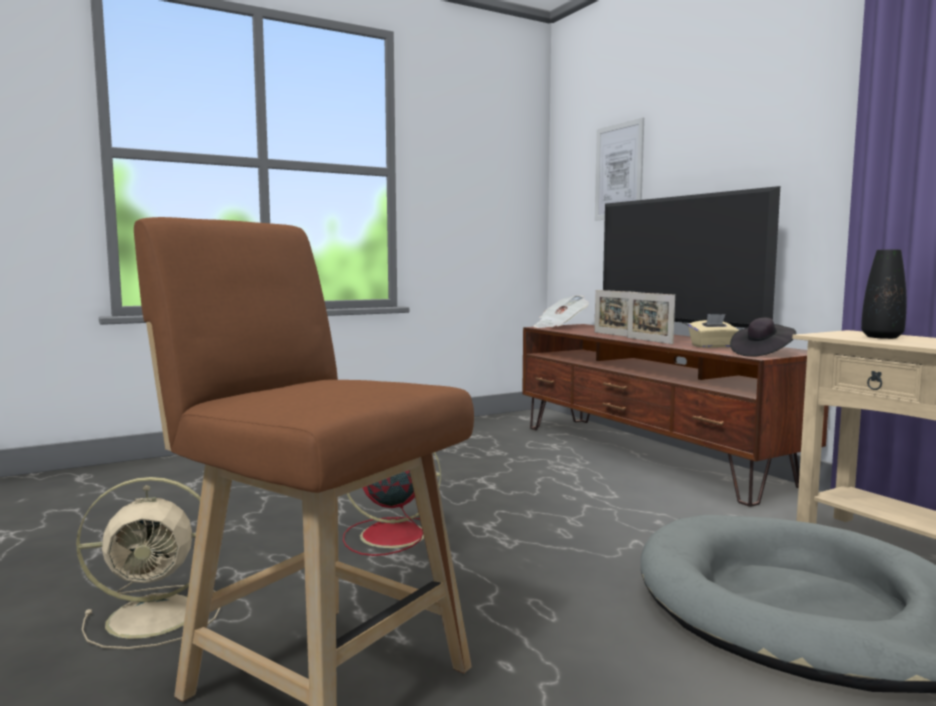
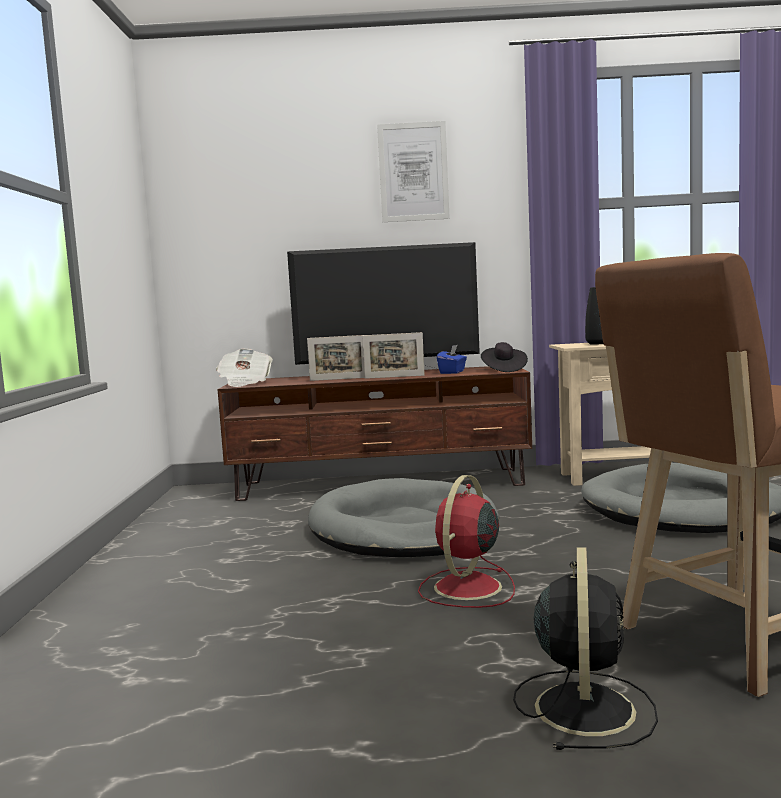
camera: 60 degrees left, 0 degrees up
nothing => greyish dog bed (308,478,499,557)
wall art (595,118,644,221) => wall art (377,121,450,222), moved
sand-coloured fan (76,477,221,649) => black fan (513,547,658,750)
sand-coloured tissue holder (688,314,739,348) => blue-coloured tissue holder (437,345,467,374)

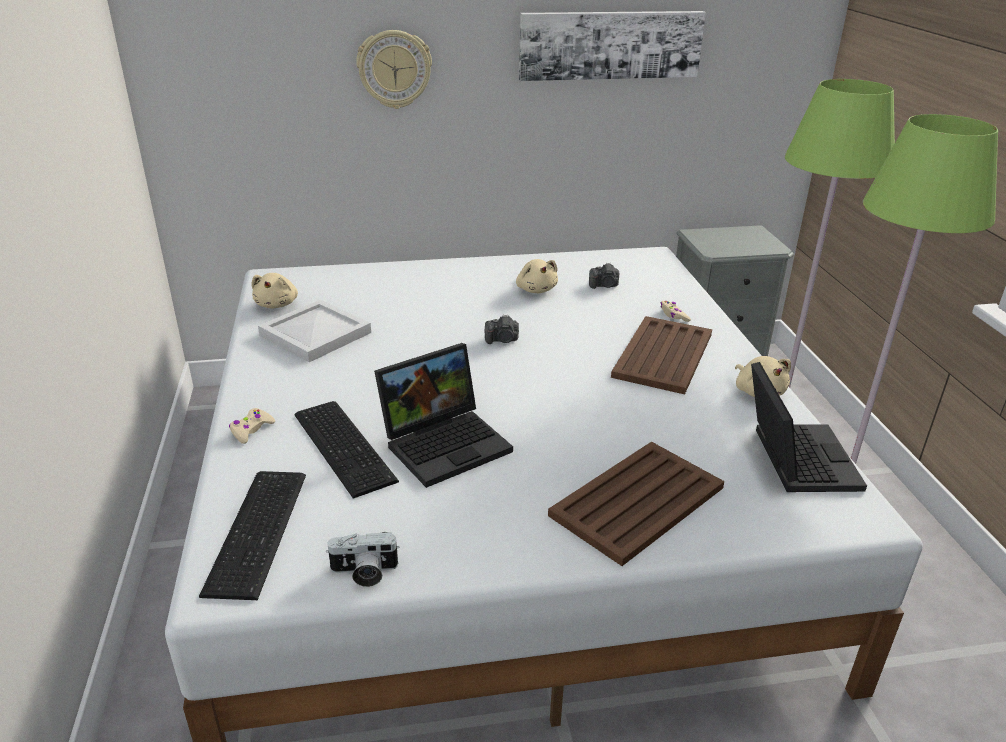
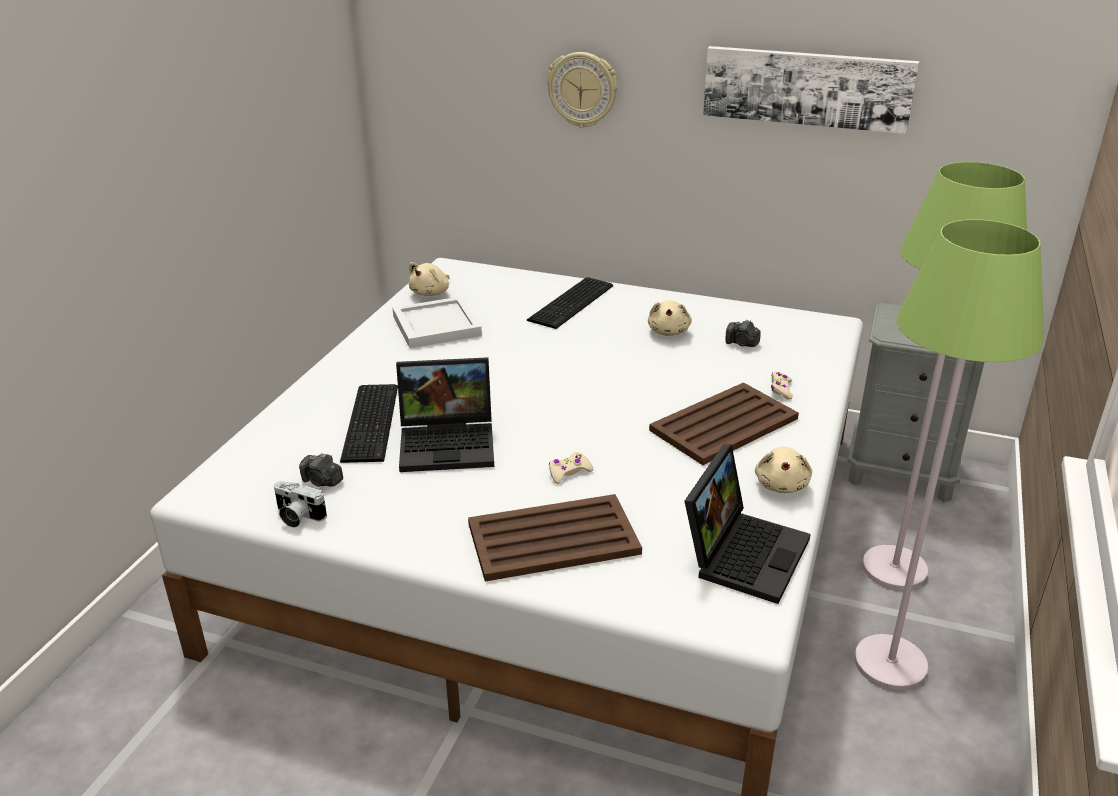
camera: 30 degrees right, 0 degrees up
computer keyboard (199,471,306,600) => computer keyboard (527,277,613,329), moved
sand-coloured joypad (229,408,275,444) => sand-coloured joypad (549,452,593,484), moved
still camera (485,315,519,344) => still camera (299,453,343,487), moved

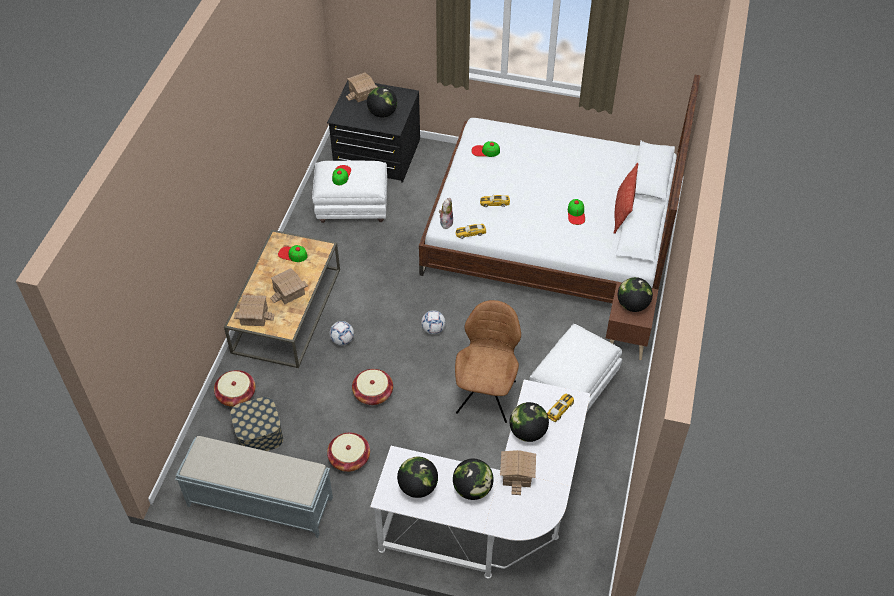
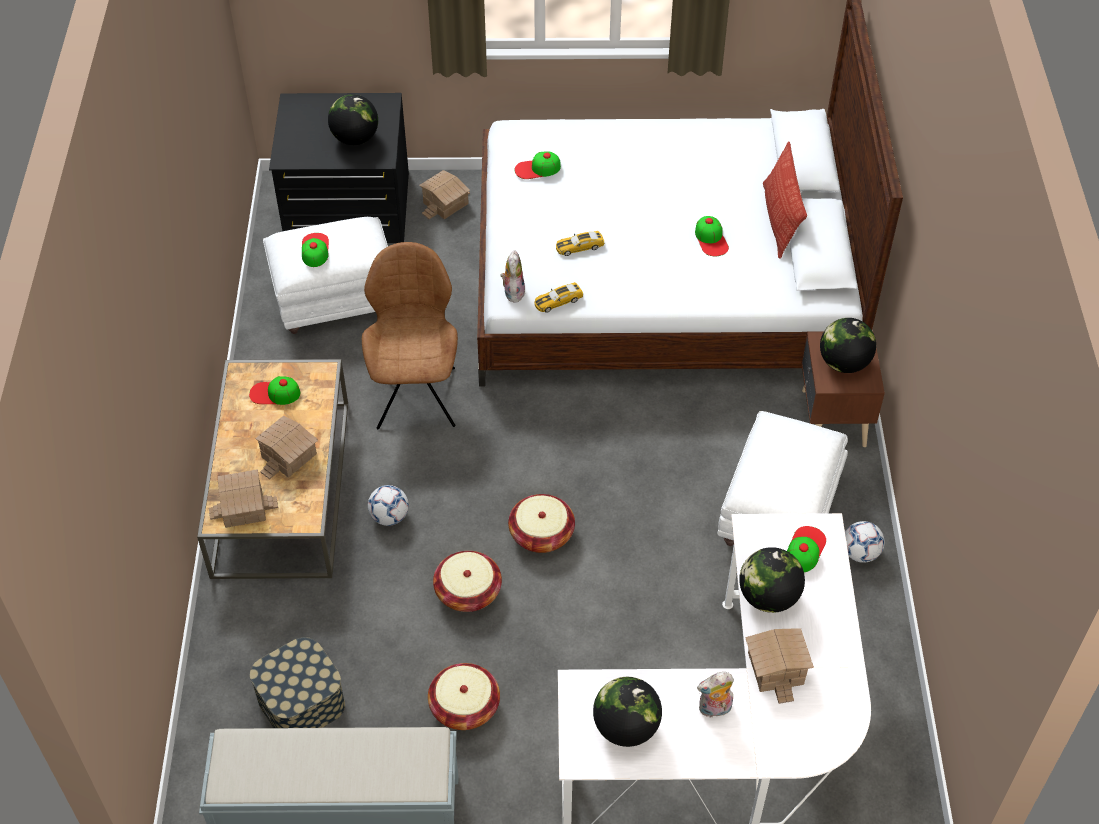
camera: 15 degrees left, 0 degrees up
storage basket (214,370,256,407) => storage basket (508,494,575,553), moved
toy house (346,72,378,102) => toy house (419,170,470,219), moved
football (421,310,446,334) => football (845,521,885,563), moved
brown chair (455,300,521,423) => brown chair (362,242,458,430), moved
globe (453,459,494,500) => plush toy (697,672,734,718)
model car (547,394,574,422) => peaked cap (787,526,826,572)

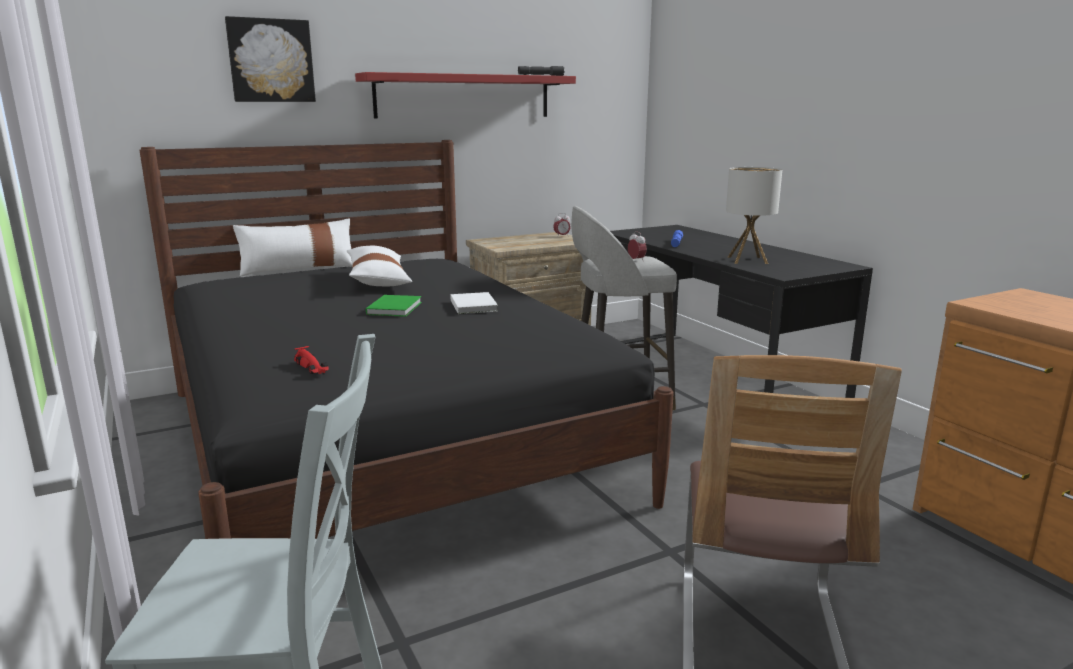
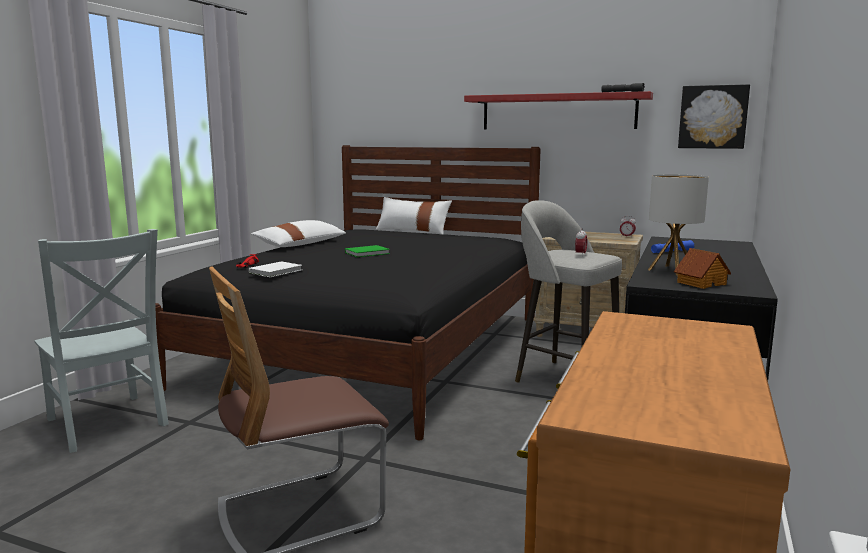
camera: 50 degrees right, 5 degrees down
nothing => toy house (674,248,731,289)
wall art (225,16,316,102) => wall art (678,84,750,149), moved
white pillow (347,246,412,286) => white pillow (251,220,346,247), moved
white bound book (451,292,498,314) => white bound book (249,261,302,277), moved

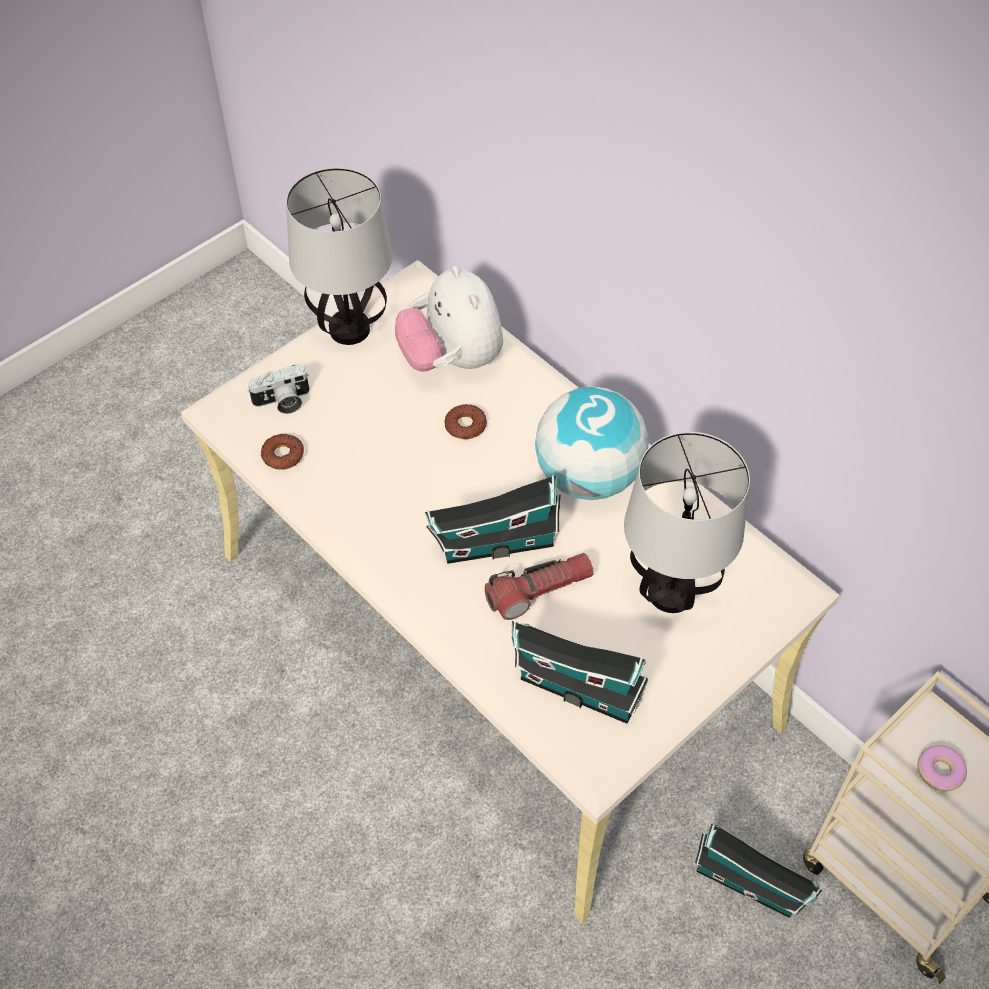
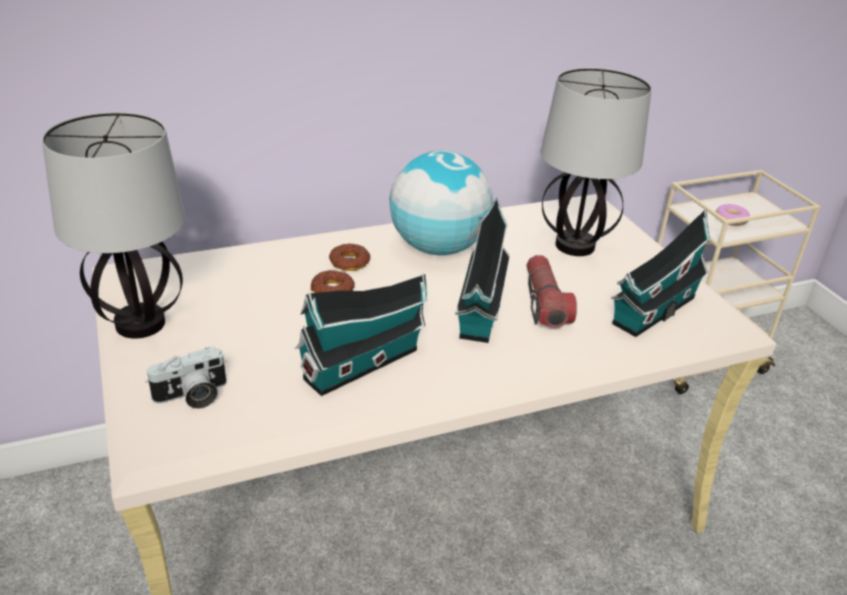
camera: 70 degrees left, 20 degrees down
plush toy (395,266,503,372) => nothing
donut (260,433,304,470) => donut (329,244,370,271), moved
toy house (695,824,822,918) => toy house (295,273,427,396), moved
still camera (247,364,309,414) => still camera (146,346,227,409), 60 degrees clockwise

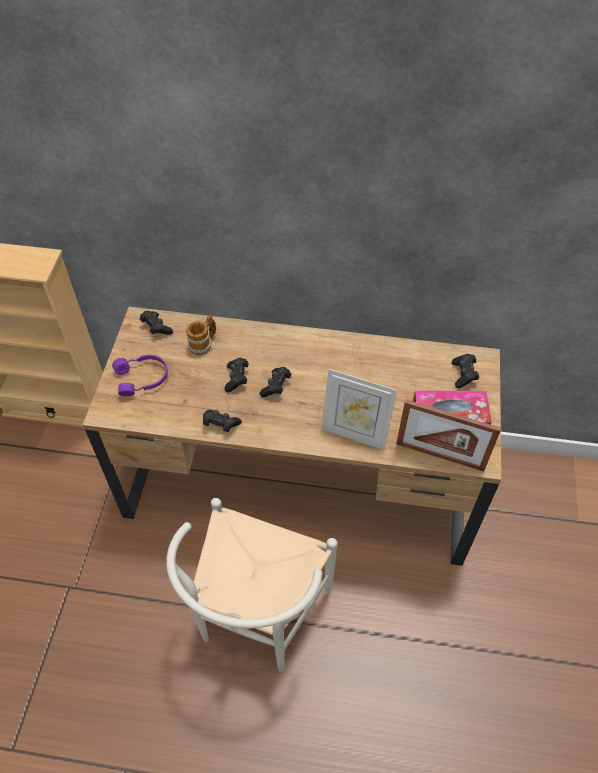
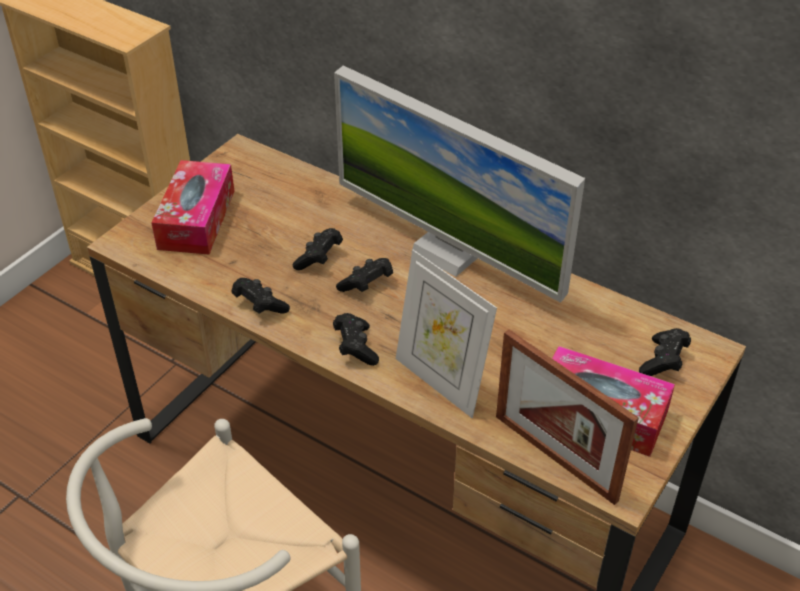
camera: 25 degrees right, 10 degrees down
mug (186,315,216,355) => nothing
nothing => computer display (334,65,585,303)
black joypad (140,311,173,335) => black joypad (333,313,379,366), moved
purplish pair of headphones (112,355,168,396) => tissue holder (151,160,234,255)

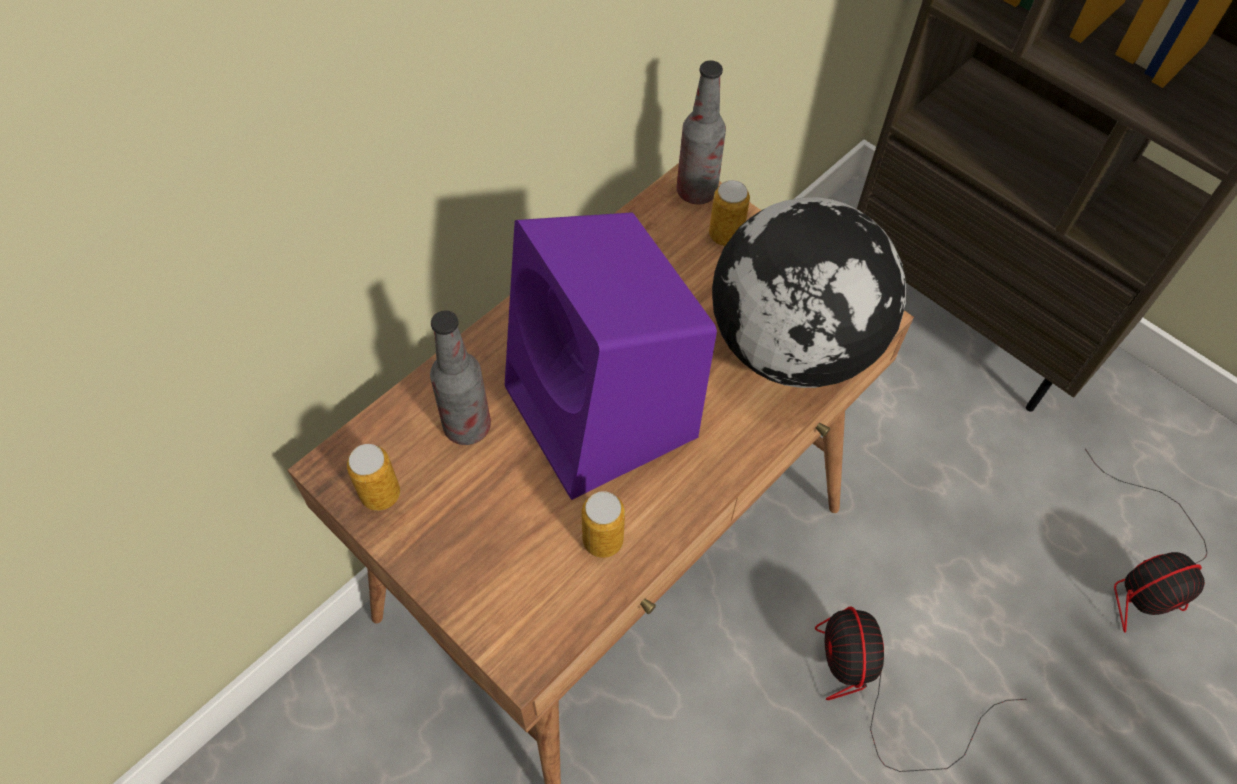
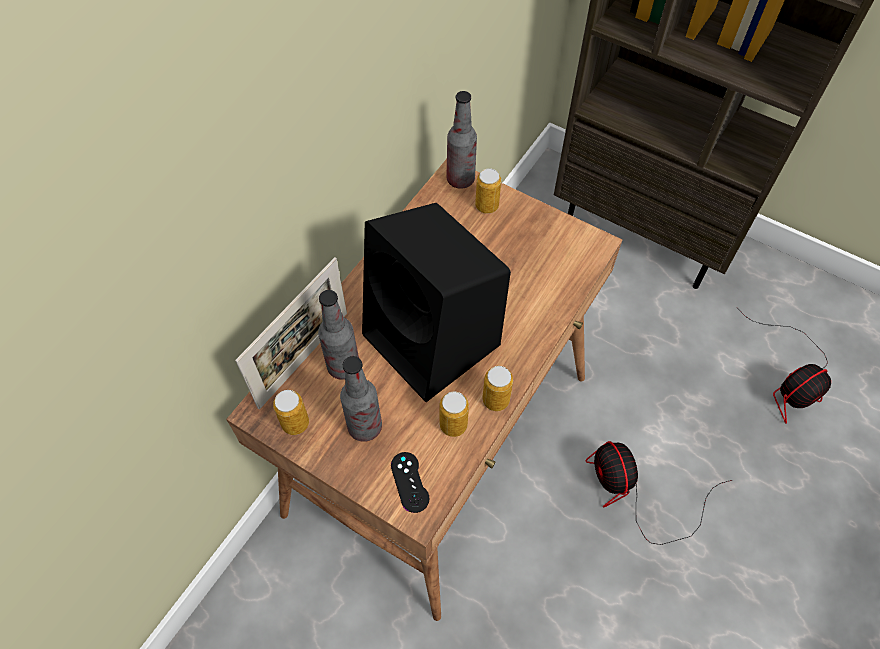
camera: 10 degrees left, 0 degrees up
globe (712,197,906,388) => nothing
nothing => photo frame (235,257,347,409)
nothing => beverage bottle (340,356,382,442)
nothing => black joypad (391,452,429,513)
nothing => sealed can (482,366,513,411)
purplish speaker (505,212,717,500) => black speaker (362,203,511,402)

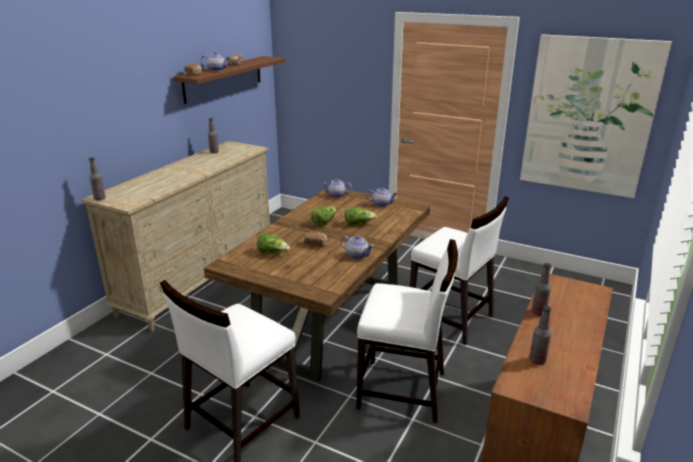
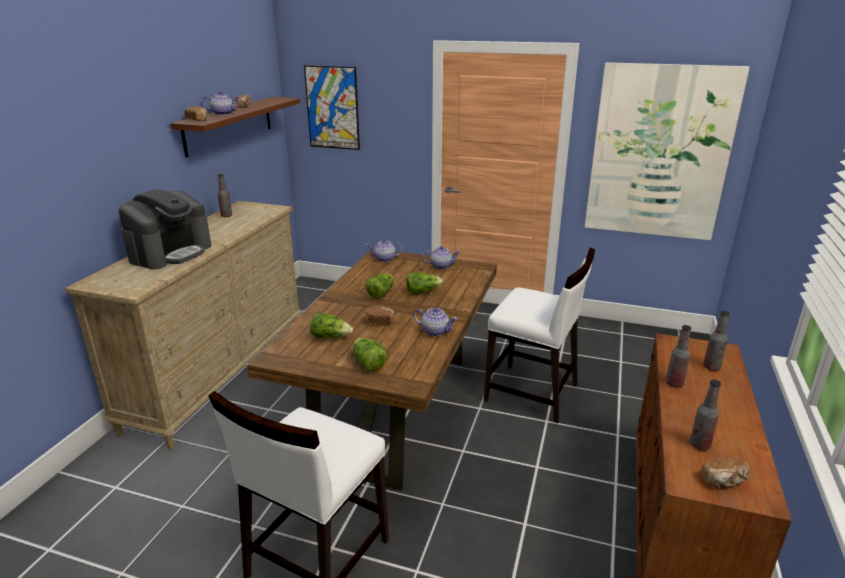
camera: 10 degrees left, 0 degrees up
white chair (356,239,458,423) => nothing
nothing => coffee machine (119,189,211,270)
nothing => wall art (304,65,360,150)
nothing => lettuce (353,338,387,371)
nothing => bread (701,456,750,488)
beverage bottle (89,158,106,201) => beverage bottle (703,311,730,371), moved

